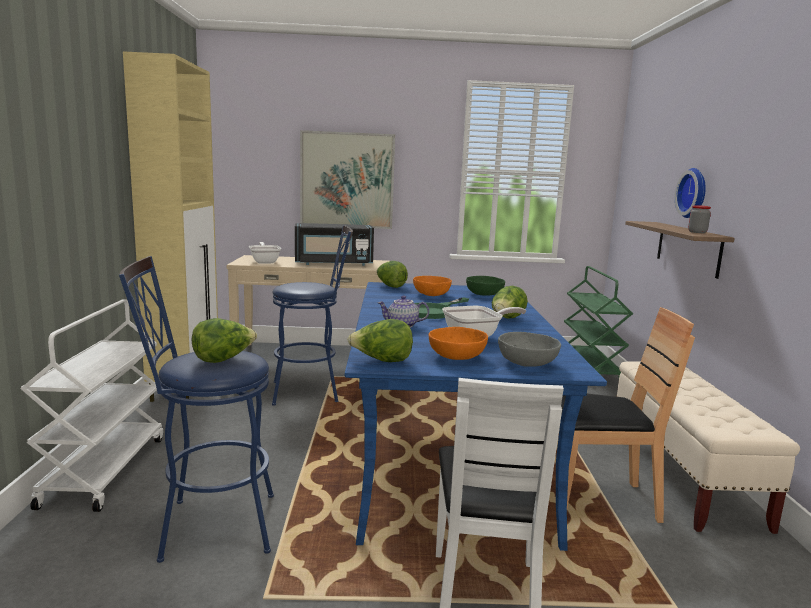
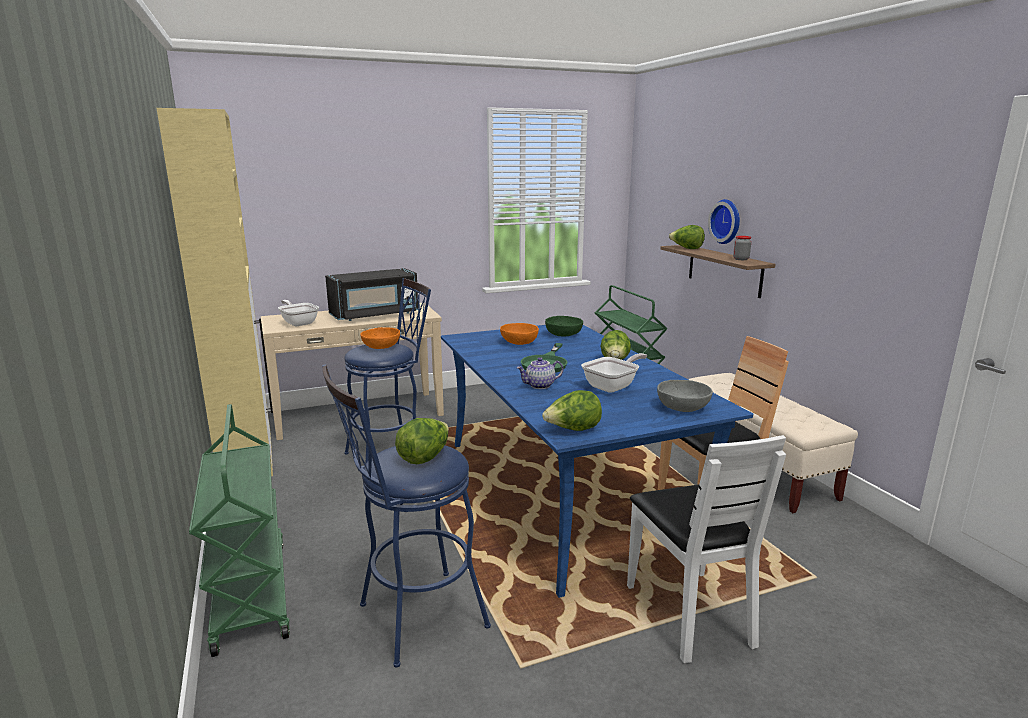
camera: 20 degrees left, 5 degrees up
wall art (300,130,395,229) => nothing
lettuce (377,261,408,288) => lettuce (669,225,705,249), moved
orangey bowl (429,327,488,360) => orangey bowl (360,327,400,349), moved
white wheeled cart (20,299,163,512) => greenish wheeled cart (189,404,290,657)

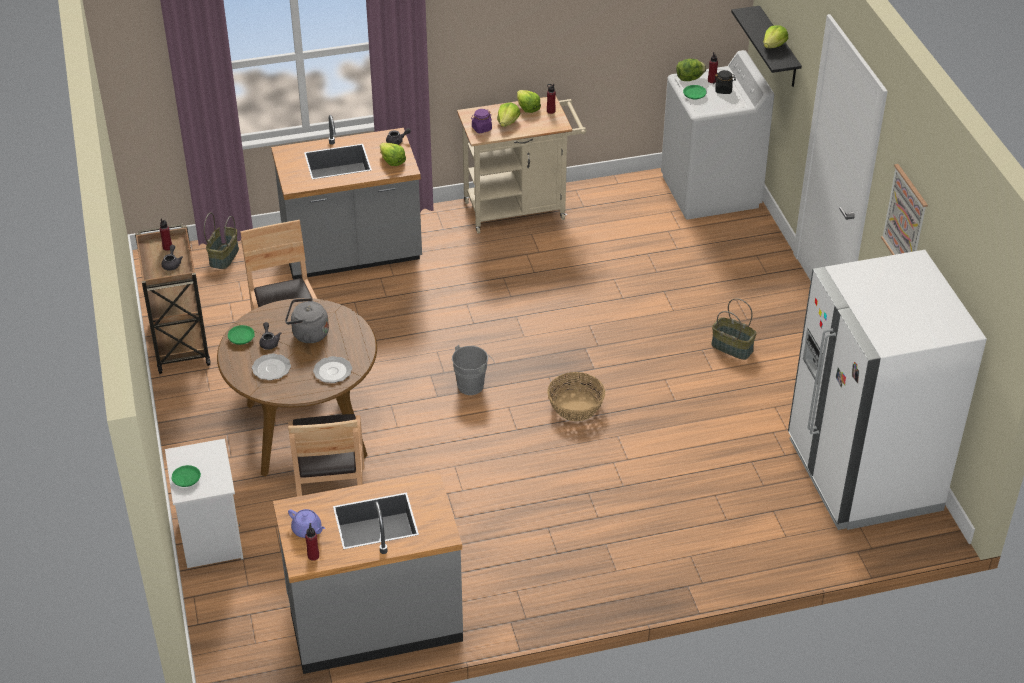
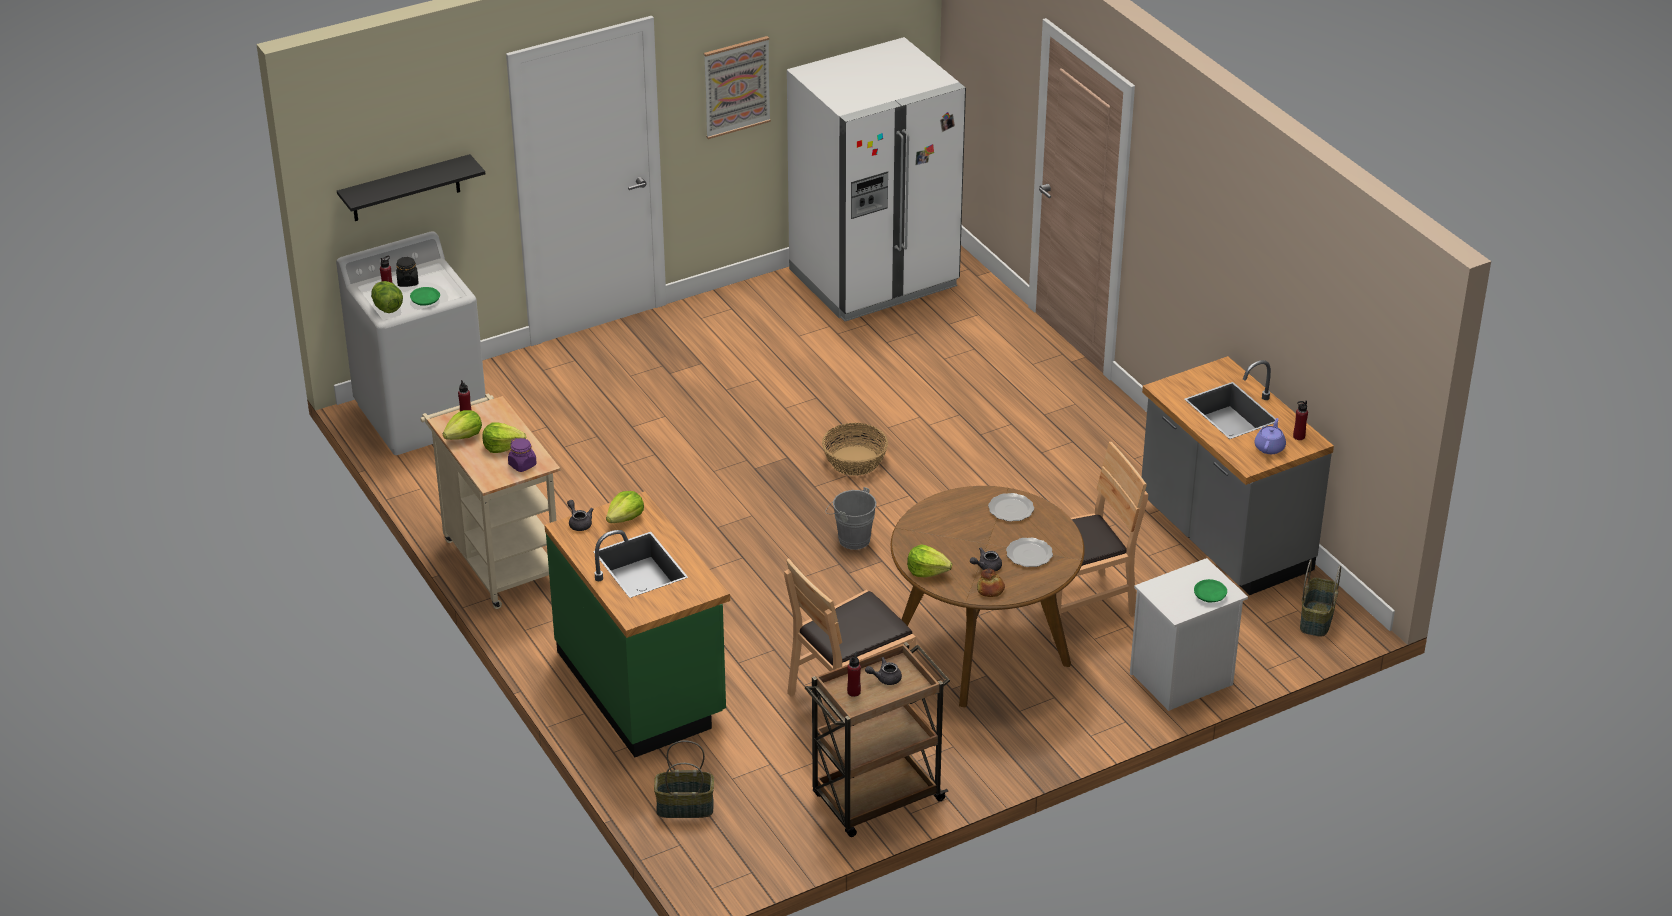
camera: 105 degrees left, 5 degrees down
greyish kettle (285,298,329,343) => nothing
storage basket (711,298,757,360) => storage basket (1300,559,1341,637), moved
lettuce (763,25,788,48) => lettuce (907,544,952,578), moved
greenish flat dish (228,325,255,345) => bread (977,568,1005,597)
greyish kitchen base unit (271,115,422,279) => greenish kitchen base unit (545,491,730,757)

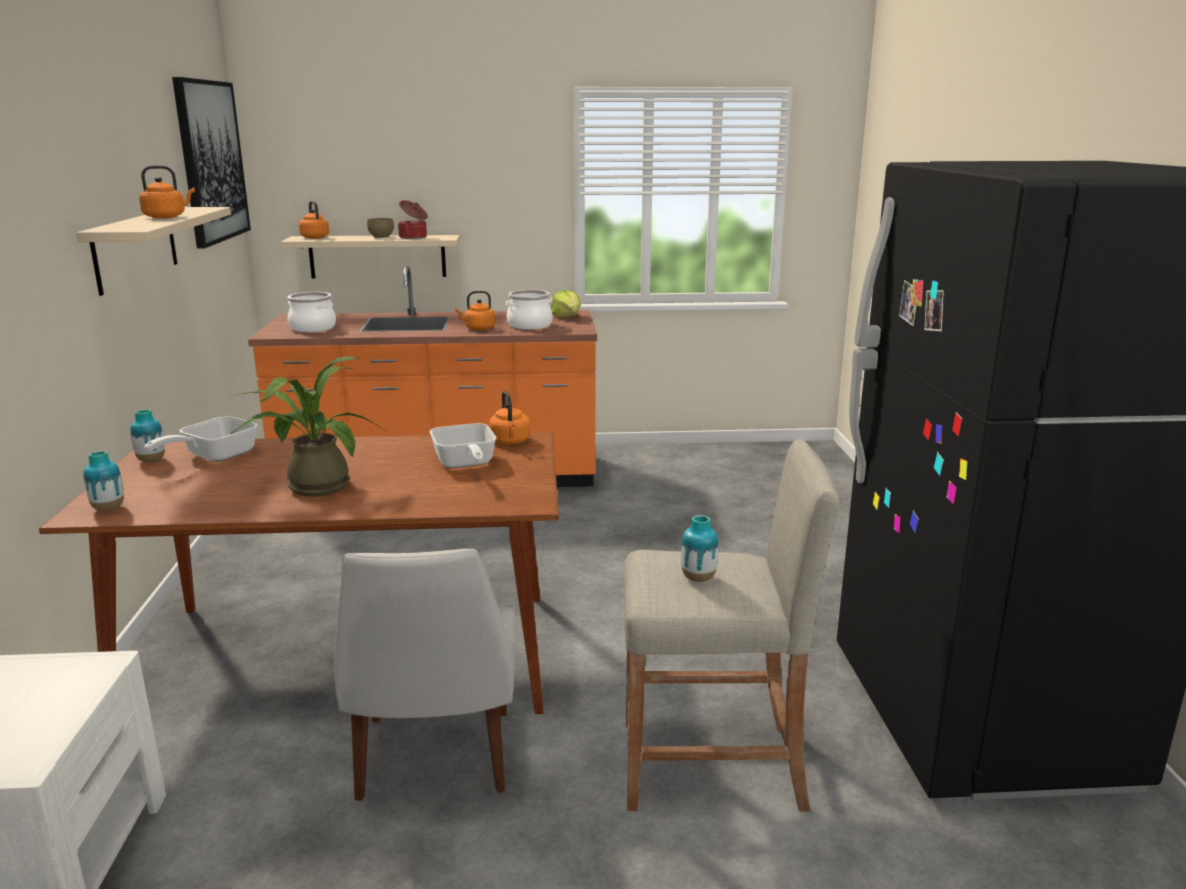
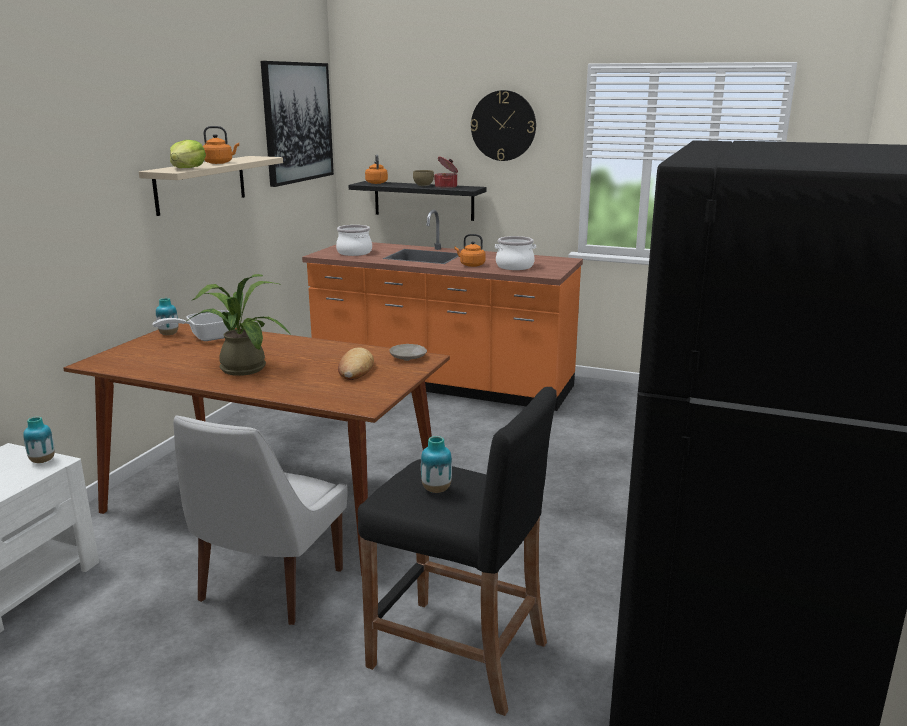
camera: 25 degrees right, 0 degrees up
nothing => wall clock (471,90,536,161)
vase (84,451,124,511) => vase (23,417,55,463), moved
lettuce (551,290,581,318) => lettuce (170,140,206,168), moved
frying pan (430,423,496,468) => bread (338,347,374,380)
orangey kettle (489,391,530,444) => sand-coloured flat dish (389,344,427,361)
sand-coloured bracket shelf (281,235,460,278) => black bracket shelf (348,181,486,221)
sand-coloured stool seat (624,439,839,812) => black stool seat (358,387,557,716)

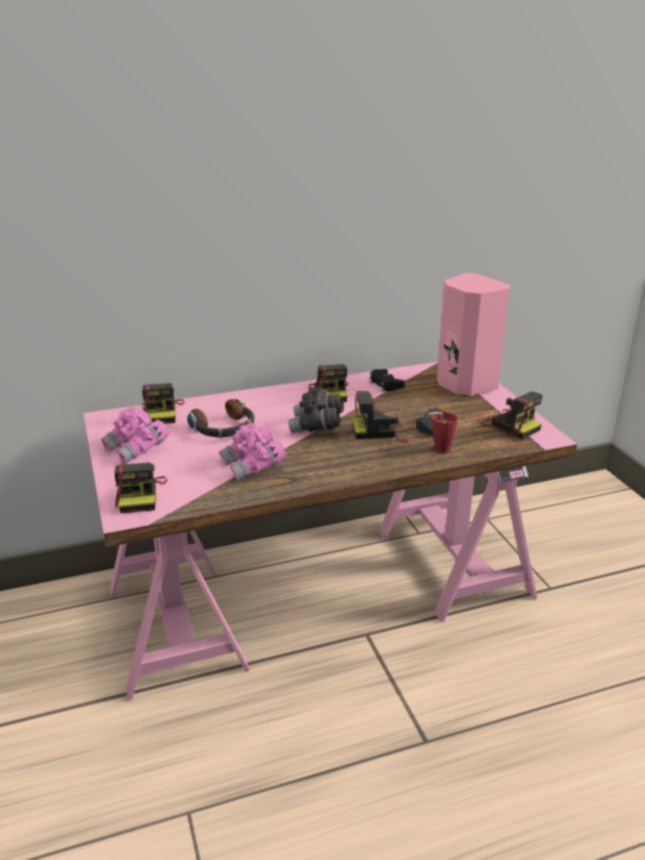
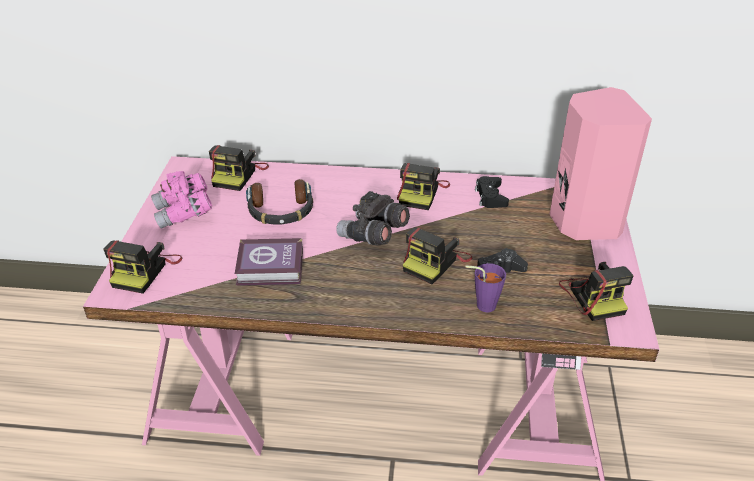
camera: 25 degrees right, 10 degrees up
pinkish field glasses (219,423,286,481) => bound book (235,238,303,286)
red small cup (428,412,458,453) => purplish small cup (465,263,506,312)
still camera (352,391,410,443) => still camera (403,227,472,284), 75 degrees counterclockwise

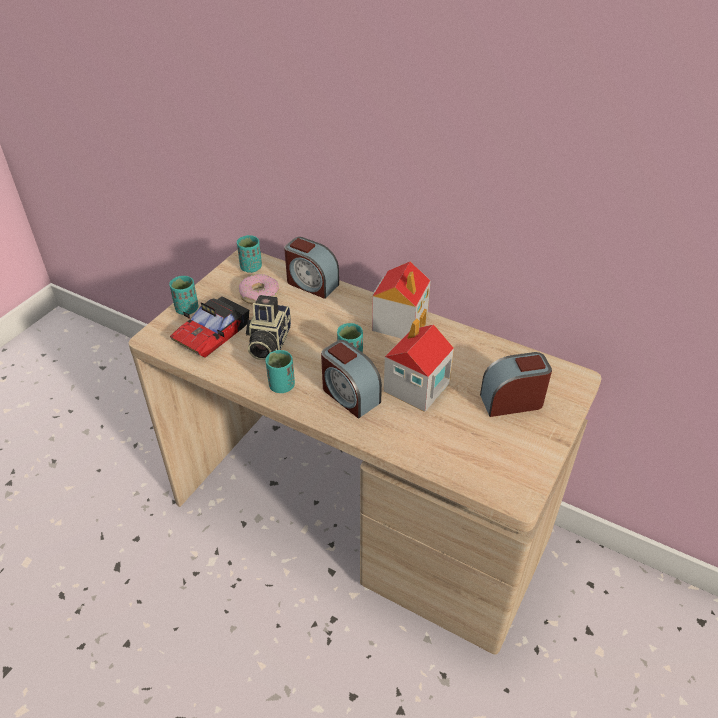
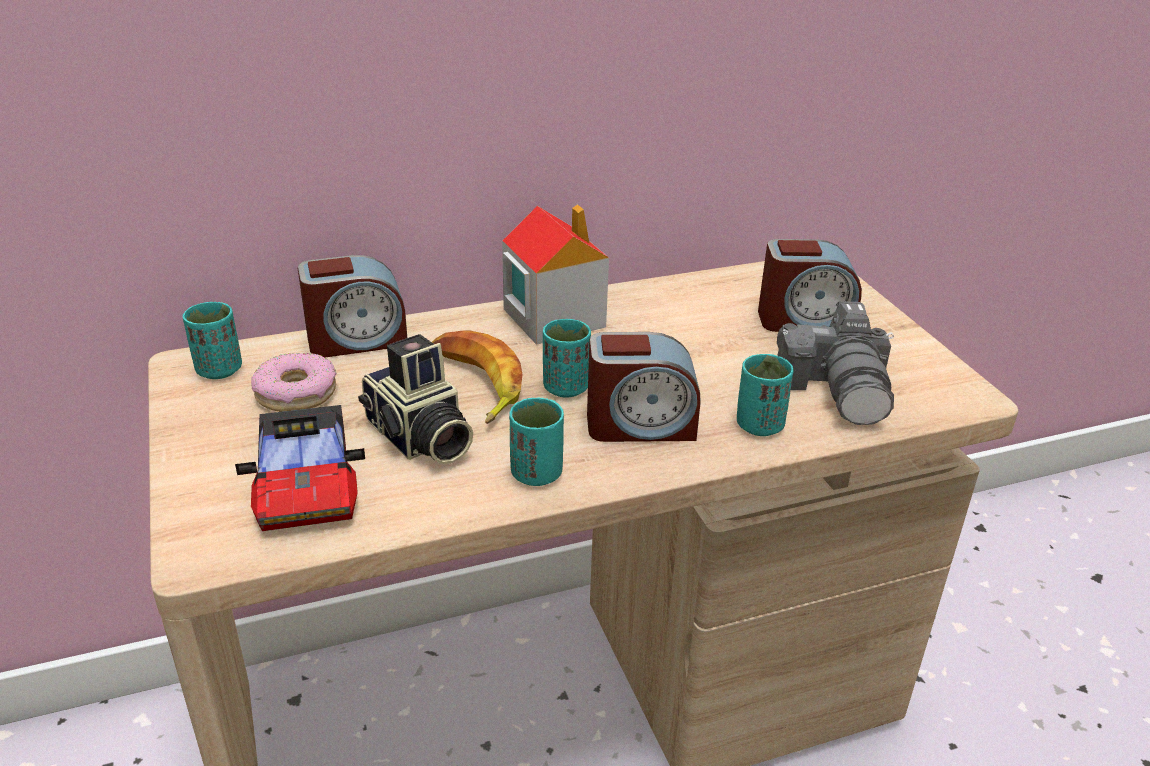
camera: 50 degrees left, 10 degrees down
toy house (384,318,454,412) => nothing
nothing => banana (432,331,523,424)
nothing => still camera (777,301,894,425)
blue-green small cup (169,276,198,315) => blue-green small cup (737,354,793,436), moved
alarm clock (480,352,552,417) => alarm clock (758,239,862,332), 120 degrees counterclockwise

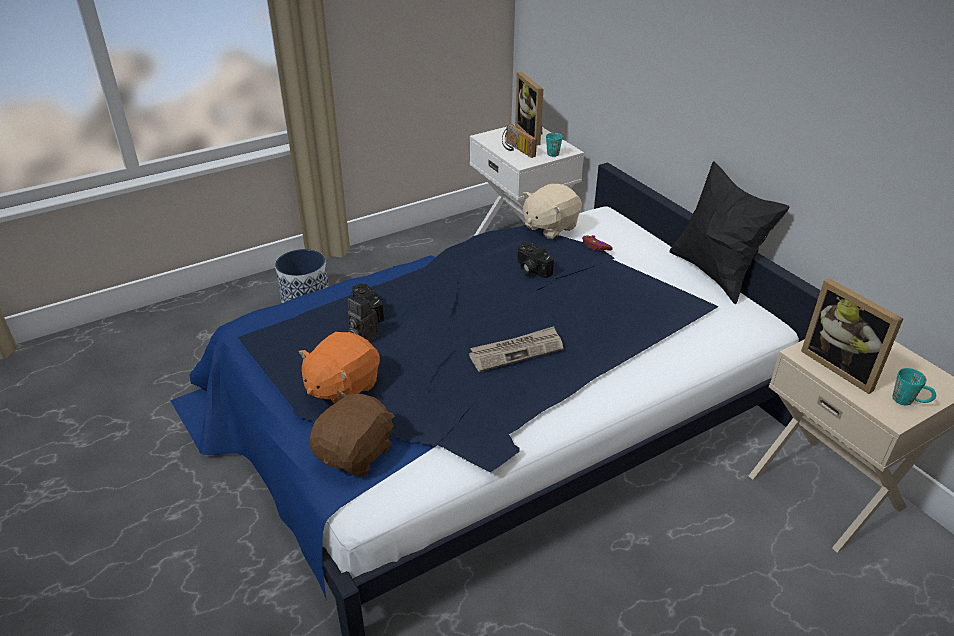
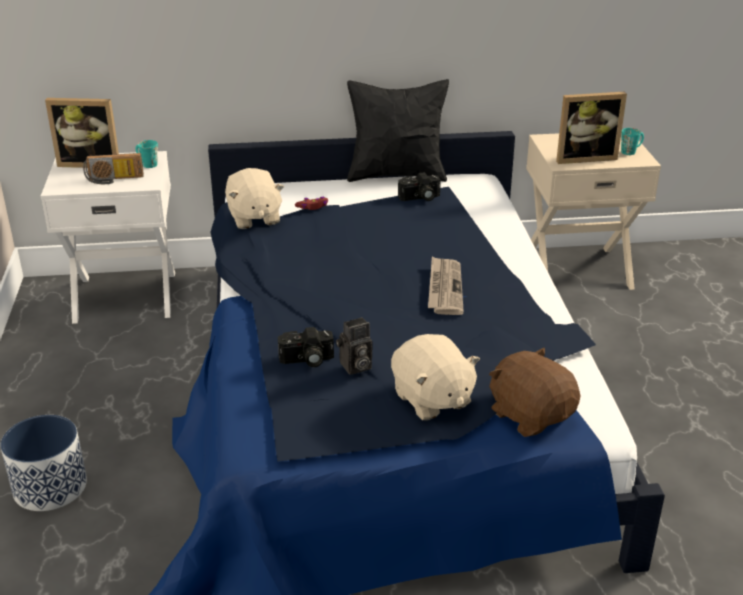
camera: 65 degrees left, 5 degrees down
still camera (516,243,554,278) => still camera (398,172,441,201), moved
orangey plush toy (299,332,380,404) => sand-coloured plush toy (391,334,480,421)

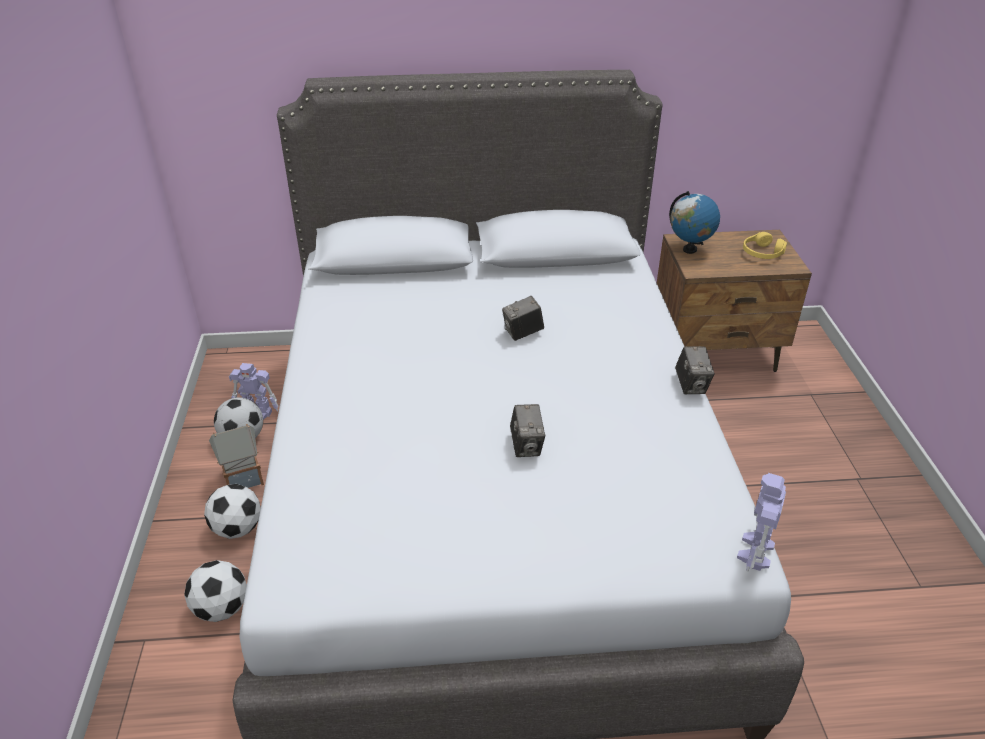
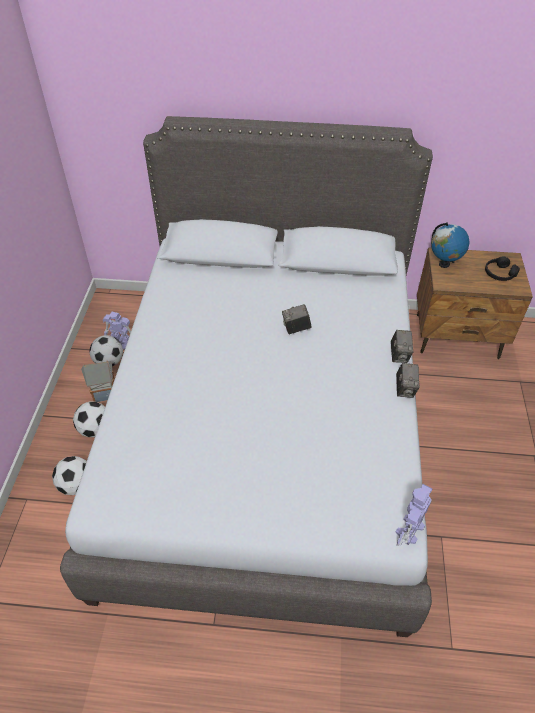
camera: 10 degrees right, 10 degrees up
still camera (510,404,545,457) => still camera (391,330,413,363), moved
yellow pair of headphones (743,232,787,259) => black pair of headphones (485,256,520,281)

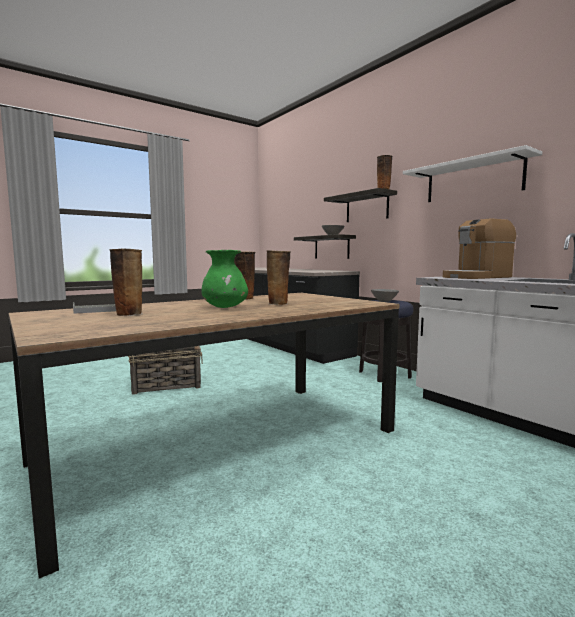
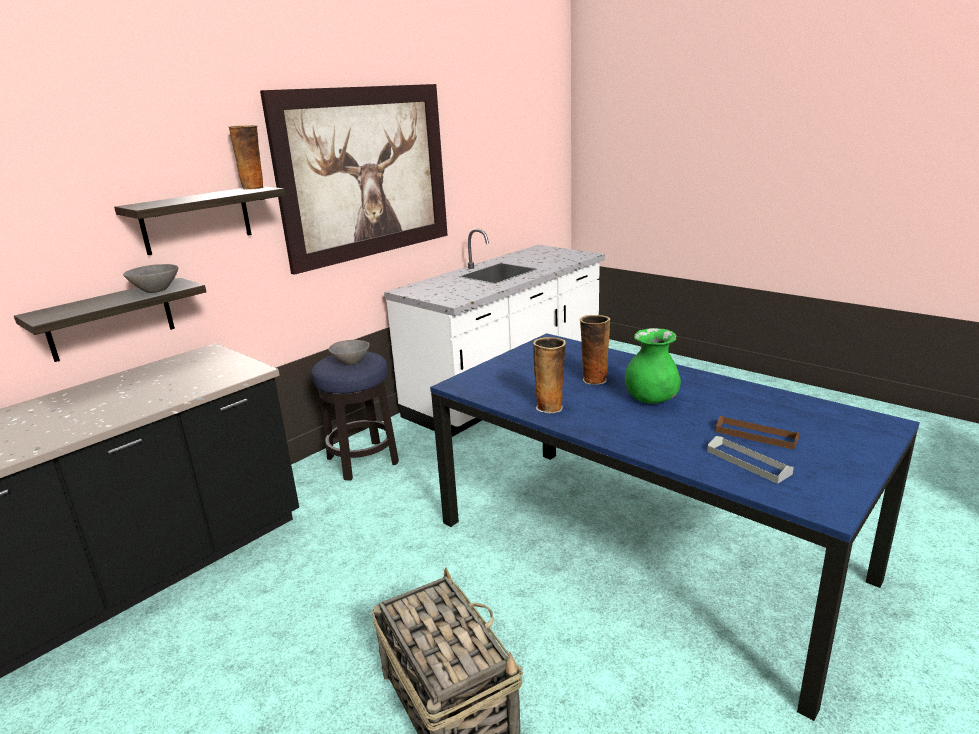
camera: 100 degrees left, 15 degrees up
coffee machine (443,218,516,279) => nothing
vase (110,249,143,316) => brown tray (716,416,800,450)
white bracket shelf (403,145,542,202) => wall art (260,84,448,275)
brown kitchen table (8,293,399,579) => blue-coloured kitchen table (430,333,920,721)

